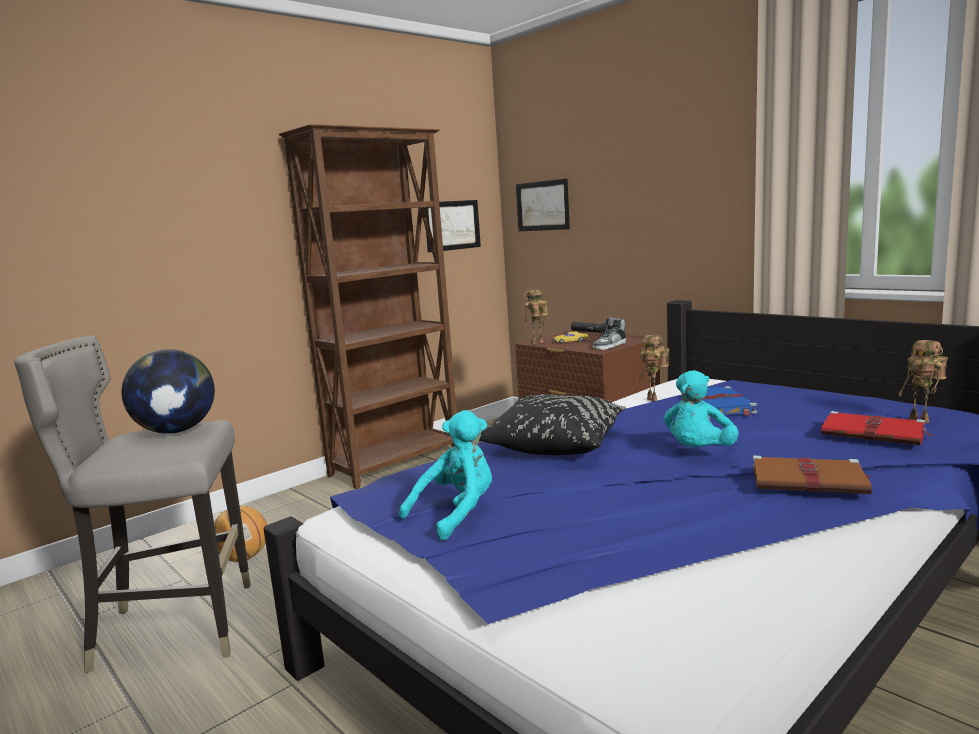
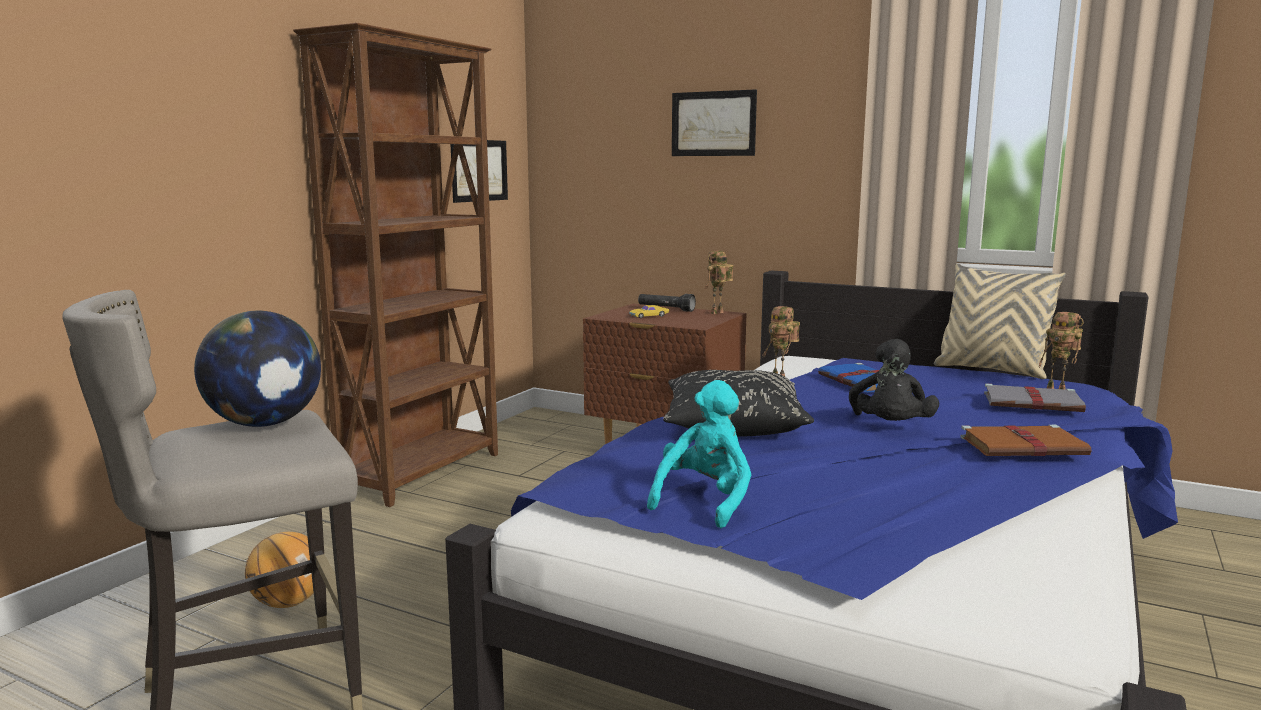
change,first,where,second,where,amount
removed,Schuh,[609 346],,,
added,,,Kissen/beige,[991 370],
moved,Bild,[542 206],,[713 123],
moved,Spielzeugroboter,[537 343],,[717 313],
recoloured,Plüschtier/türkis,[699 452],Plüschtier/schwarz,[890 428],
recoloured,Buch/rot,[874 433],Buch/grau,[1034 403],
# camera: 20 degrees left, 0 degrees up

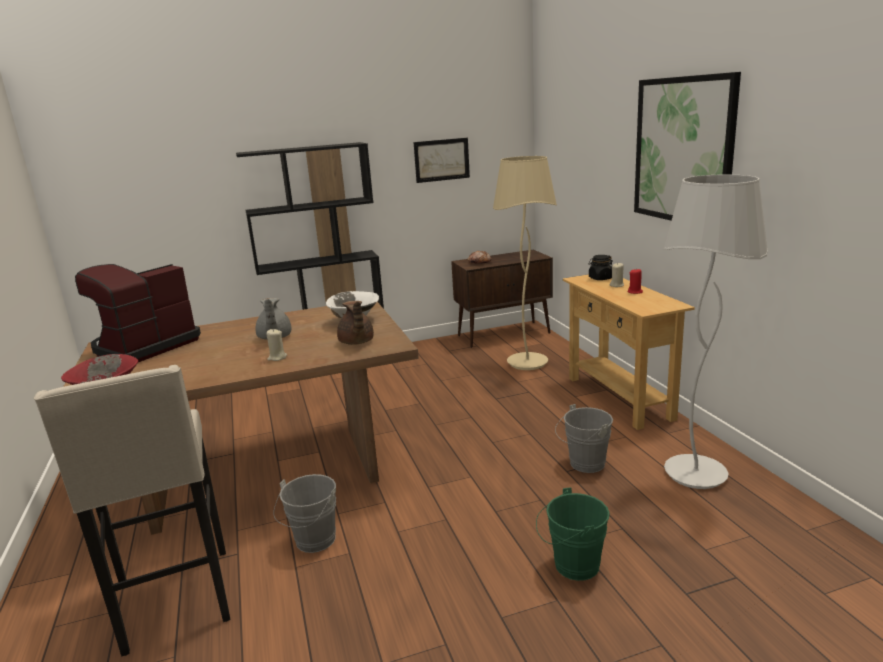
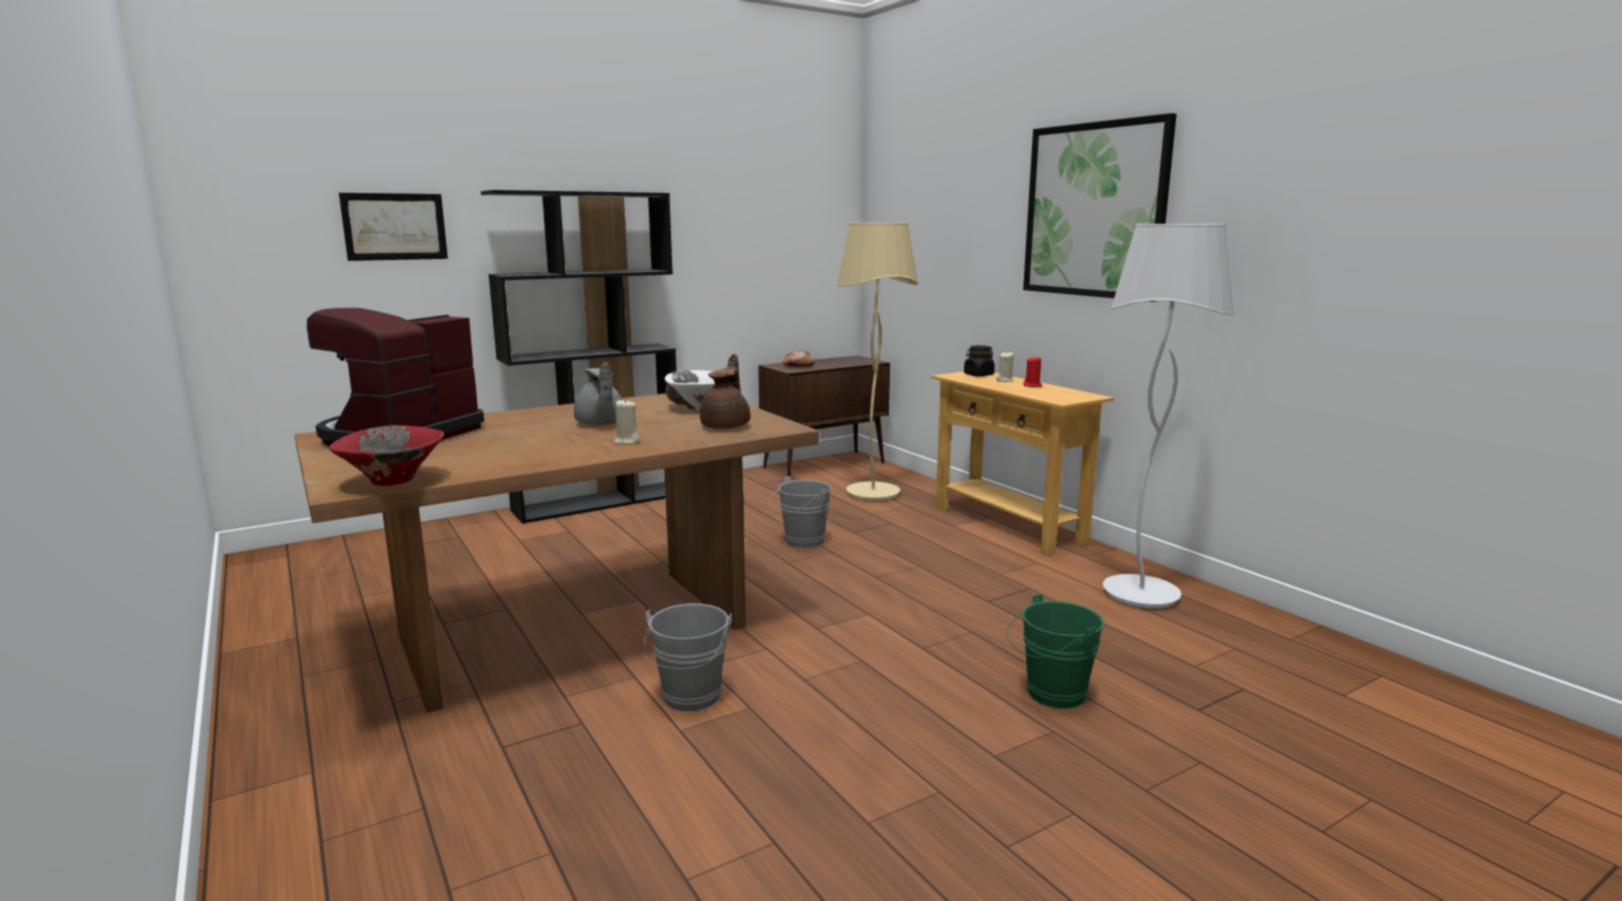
change,first,where,second,where,amount
removed,Hocker/beige,[176 602],,,
moved,Bild,[441 160],,[395 226],
moved,Eimer/grau,[584 464],,[801 542],
turned,Teekanne/braun,[356 342],,[727 426],135 degrees counterclockwise
# camera: 15 degrees left, 5 degrees down

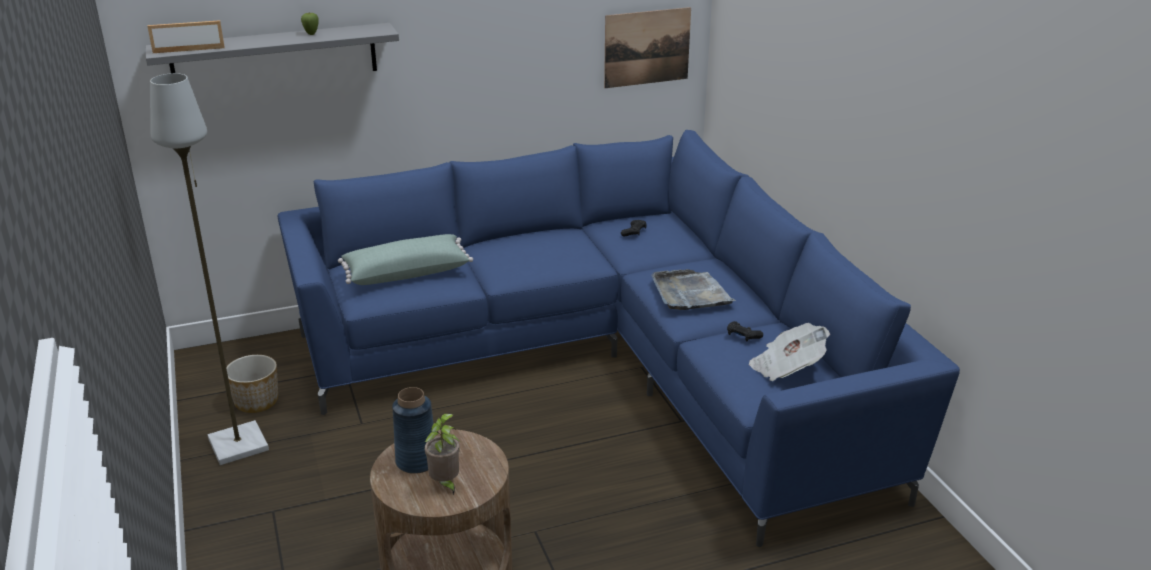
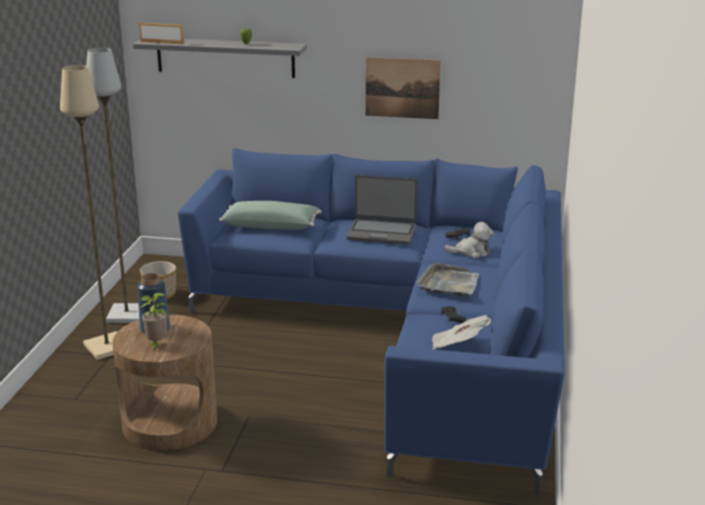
change,first,where,second,where,amount
added,,,Stehlampe/beige,[108 347],
added,,,Laptop,[381 232],
added,,,Plüschtier,[471 252],
moved,Bild,[647 47],,[402 88],
# camera: 30 degrees right, 5 degrees down

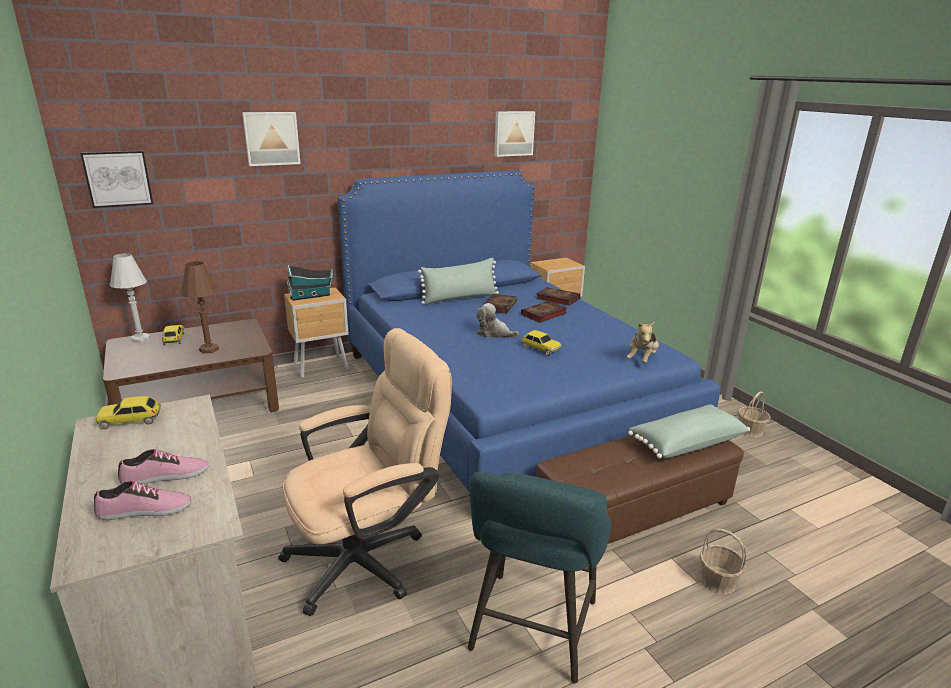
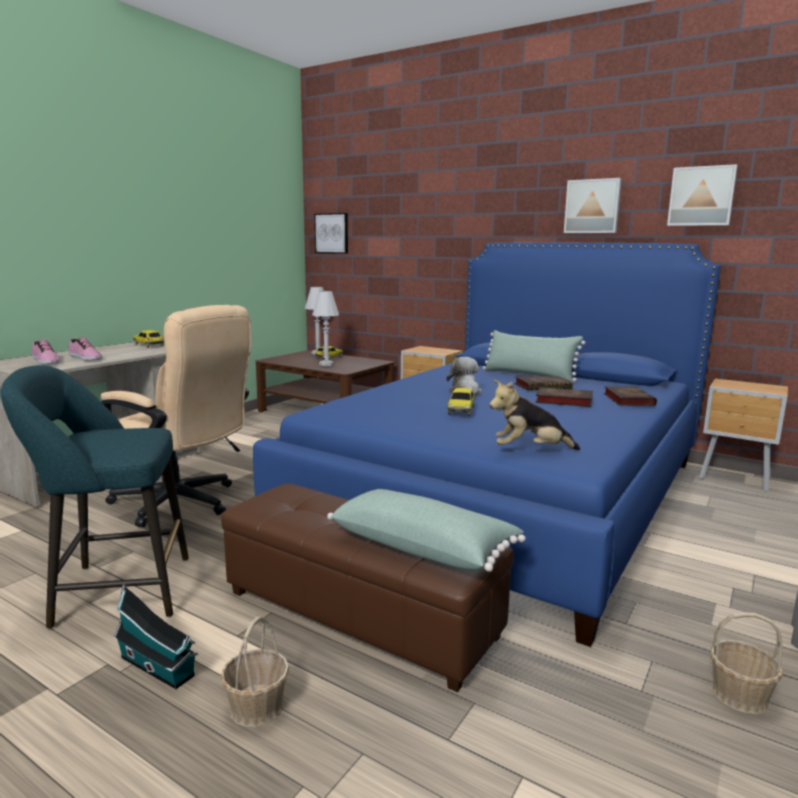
change,first,where,second,where,amount
moved,Bild,[271 138],,[592 206],
moved,Spielzeughaus,[311 296],,[159 668],
recoloured,Tischlampe/braun,[209 349],Tischlampe/weiß,[326 364],
# camera: 60 degrees right, 10 degrees down

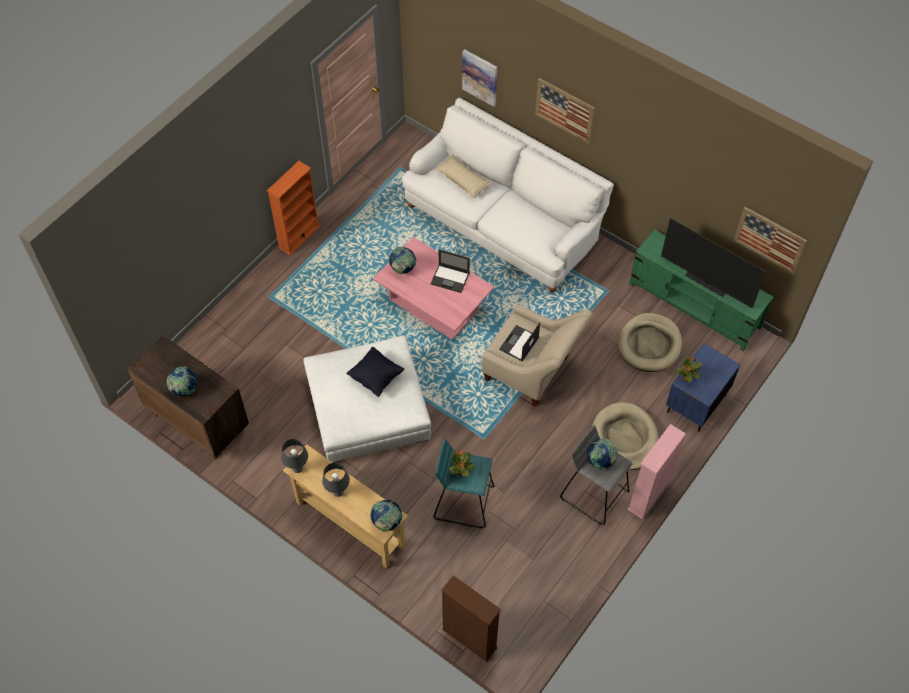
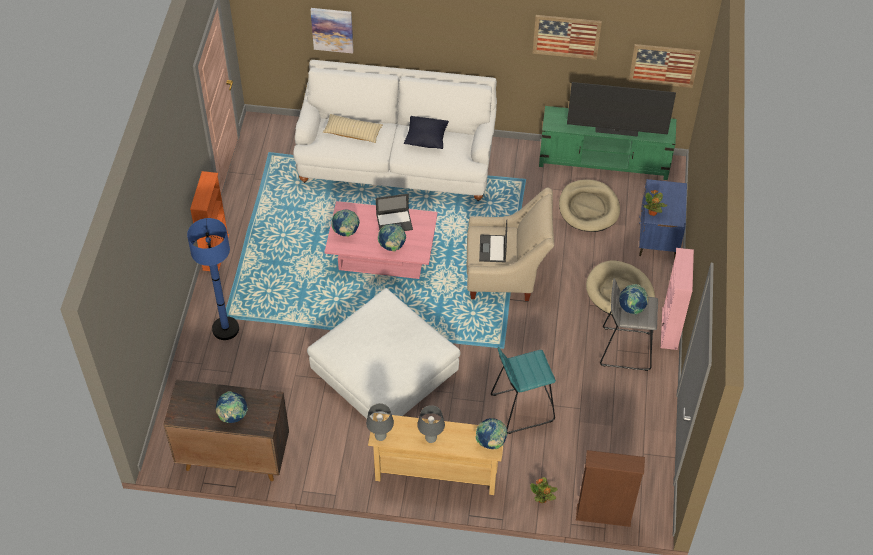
change,first,where,second,where,amount
added,,,Stehlampe/blau,[225 329],
added,,,Globus,[392 246],
moved,Kissen/schwarz,[376 377],,[426 139],
moved,Topfpflanze,[461 472],,[542 499],
moved,Bild,[564 110],,[566 36],
# camera: 30 degrees left, 5 degrees down

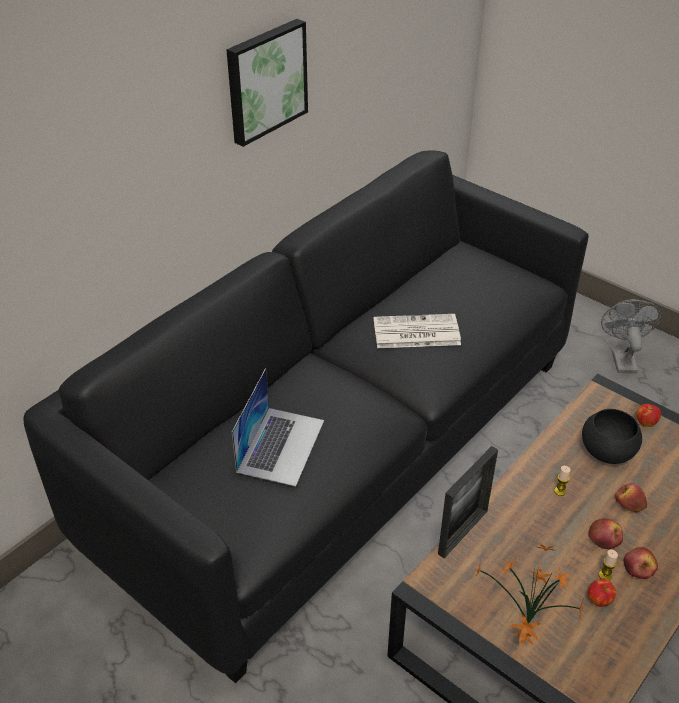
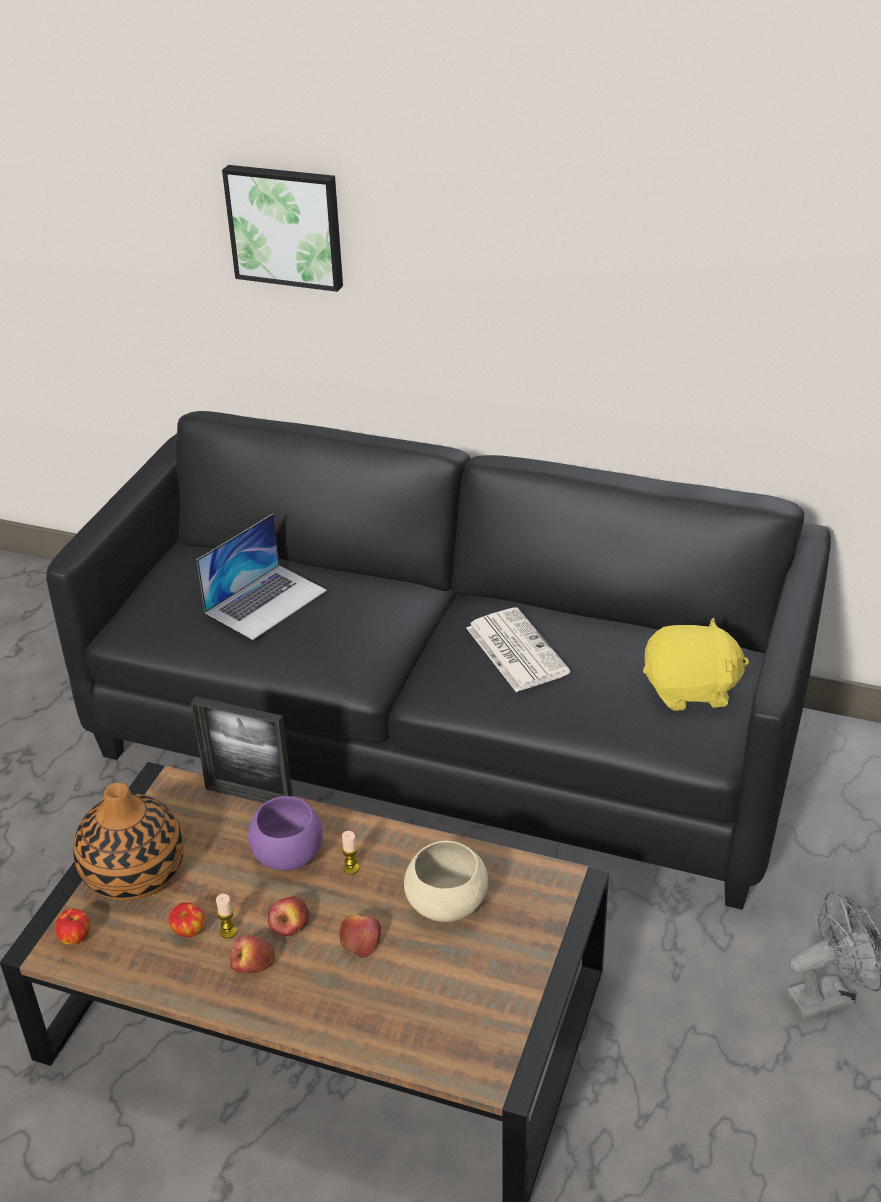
change,first,where,second,where,amount
added,,,Schüssel/lila,[287 856],
added,,,Plüschtier/gelb,[691 690],
moved,Bild,[265 81],,[286 226],
moved,Apfel,[645 422],,[76 937],
replaced,Topfpflanze,[525 625],Vase,[134 873],
recoloured,Schüssel/schwarz,[606 452],Schüssel/beige,[446 903],
turned,Laptop,[281 445],,[266 601],45 degrees counterclockwise
# camera: 70 degrees right, 5 degrees down

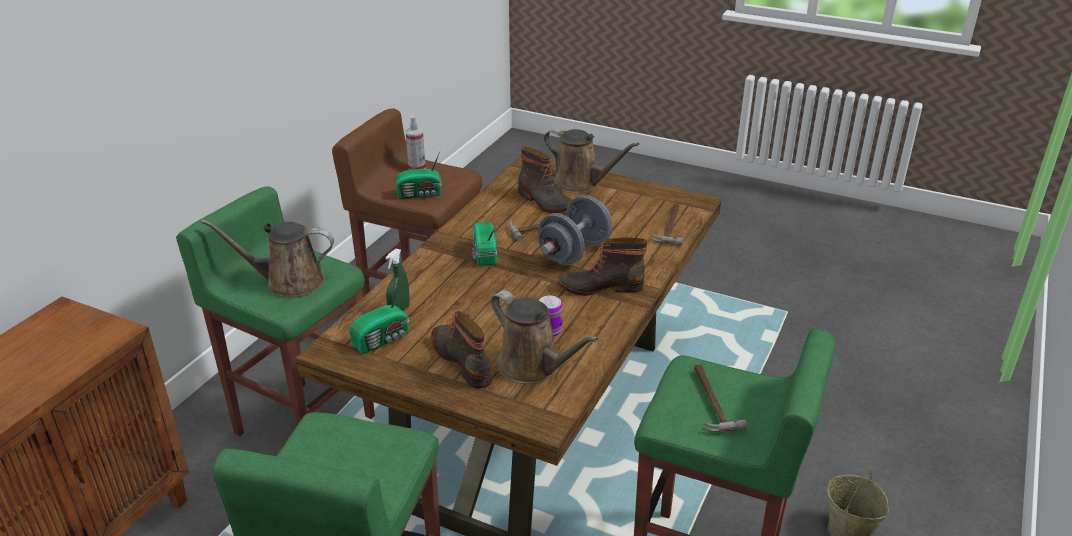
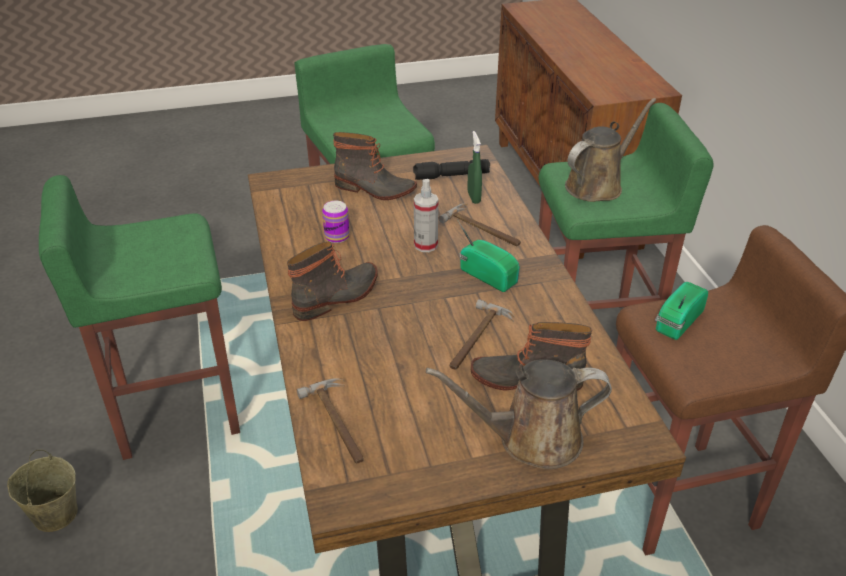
change,first,where,second,where,amount
removed,Gießkanne/braun,[533 366],,,
removed,Hantel/grau,[574 252],,,
moved,Sprühflasche,[417 168],,[425 245],
moved,Hammer,[710 400],,[483 229],
replaced,Radio,[383 339],Taschenlampe/schwarz,[451 176],
# camera: 140 degrees right, 5 degrees up

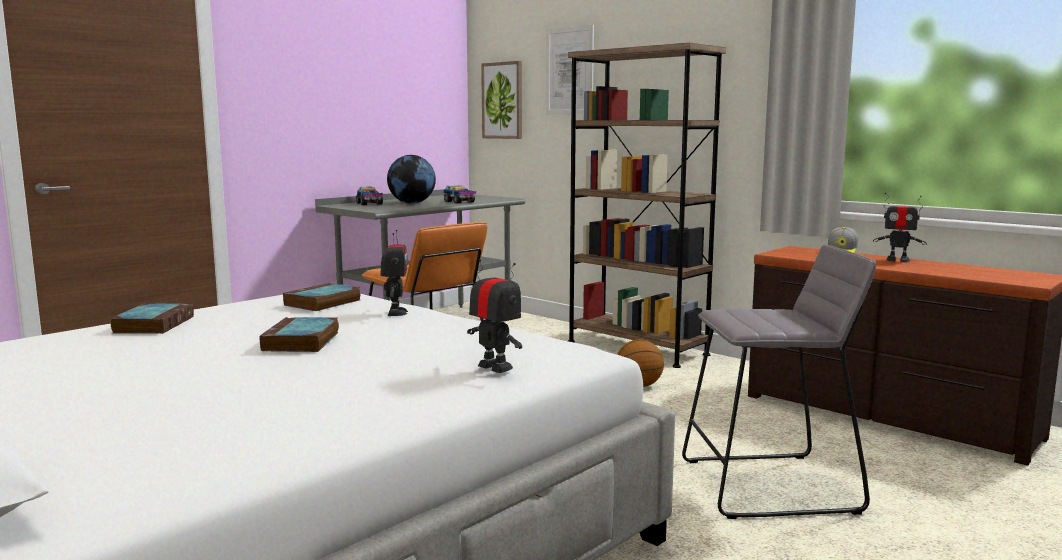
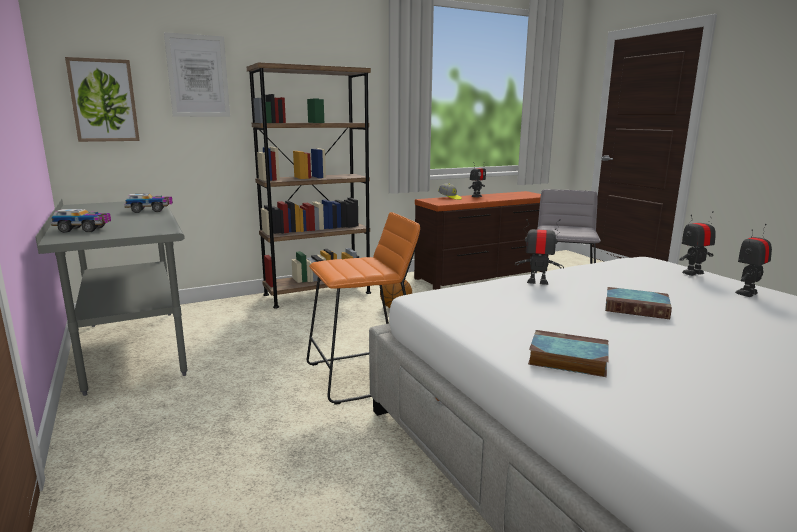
change,first,where,second,where,amount
removed,Buch,[322 303],,,
removed,Globus,[412 203],,,
added,,,Spielzeugroboter,[747 293],
# camera: 70 degrees left, 5 degrees up

